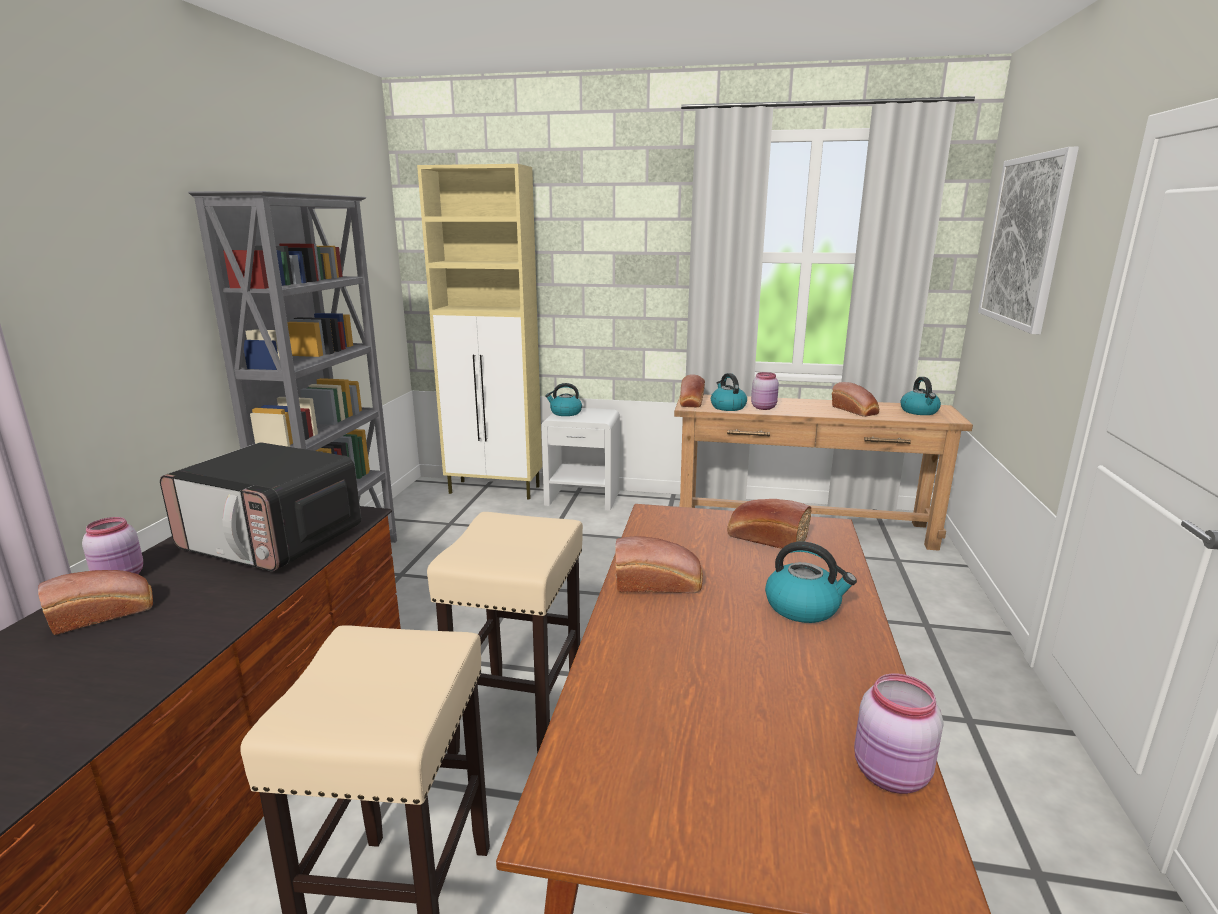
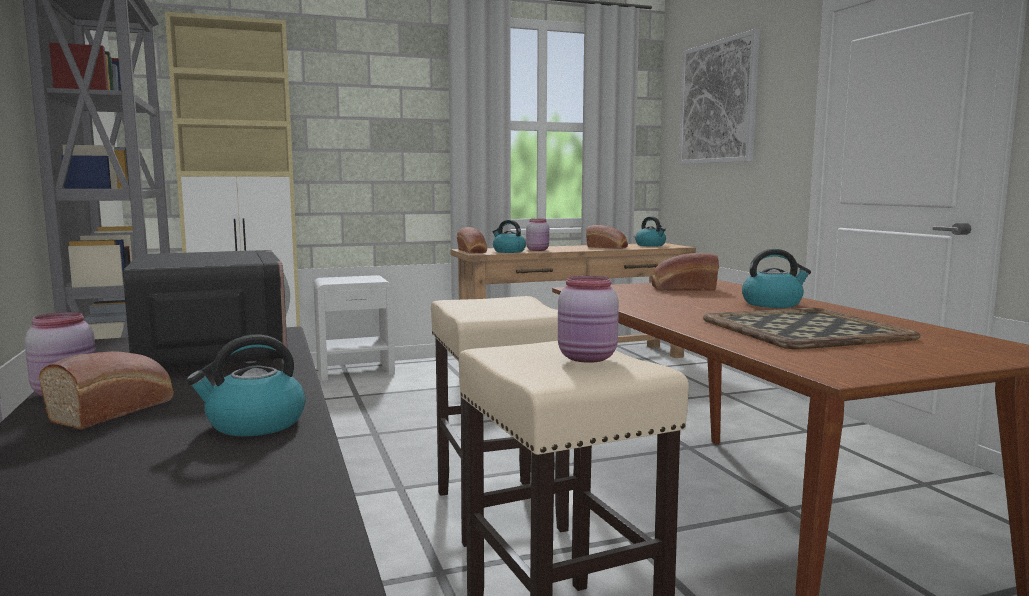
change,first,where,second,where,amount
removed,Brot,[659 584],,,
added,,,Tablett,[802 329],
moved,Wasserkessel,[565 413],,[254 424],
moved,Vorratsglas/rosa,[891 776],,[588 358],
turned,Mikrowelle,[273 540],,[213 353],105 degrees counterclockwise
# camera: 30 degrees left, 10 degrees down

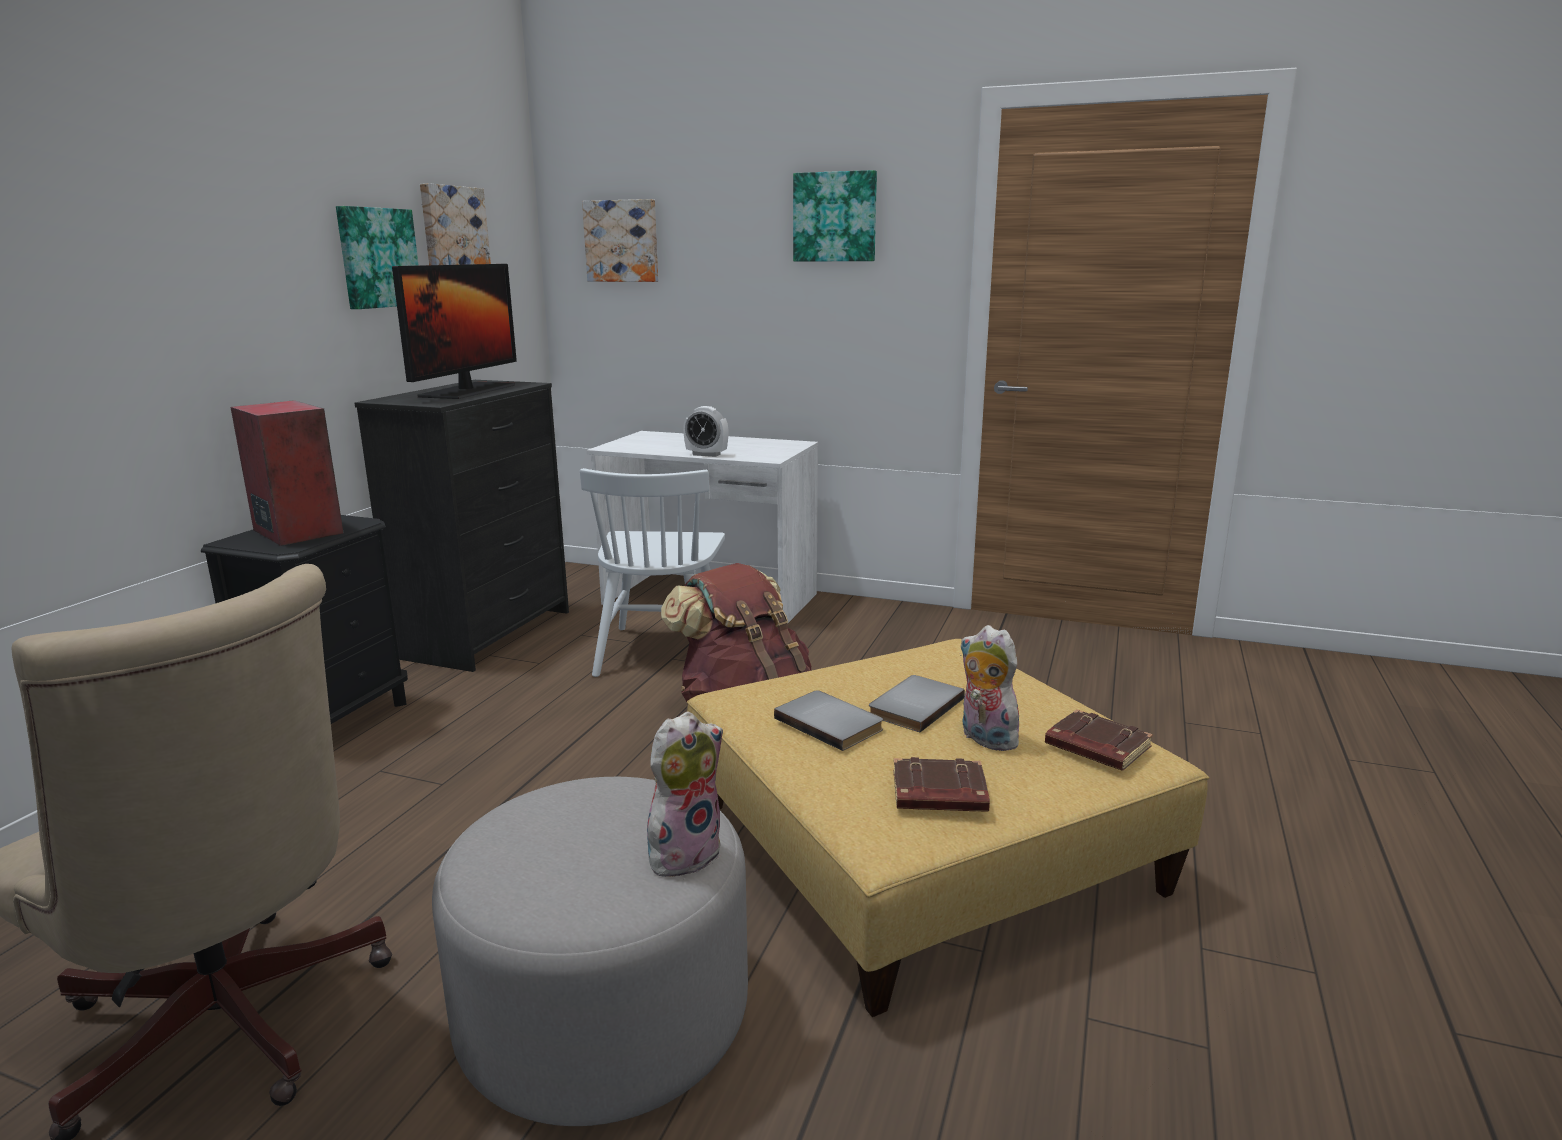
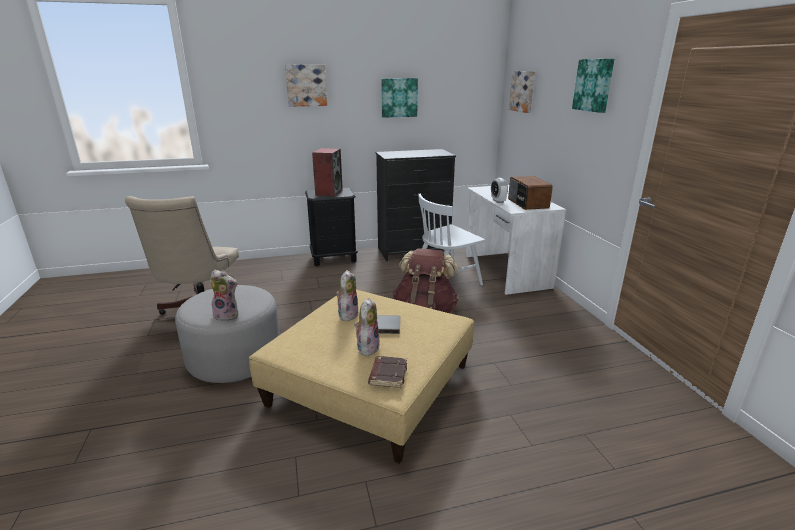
change,first,where,second,where,amount
removed,Monitor,[468 391],,,
removed,Buch/braun,[938 794],,,
added,,,Radio,[527 203],
moved,Bild,[453 232],,[306 85],
replaced,Buch/grau,[831 722],Plüschtier,[347 314],
# camera: 55 degrees right, 5 degrees up

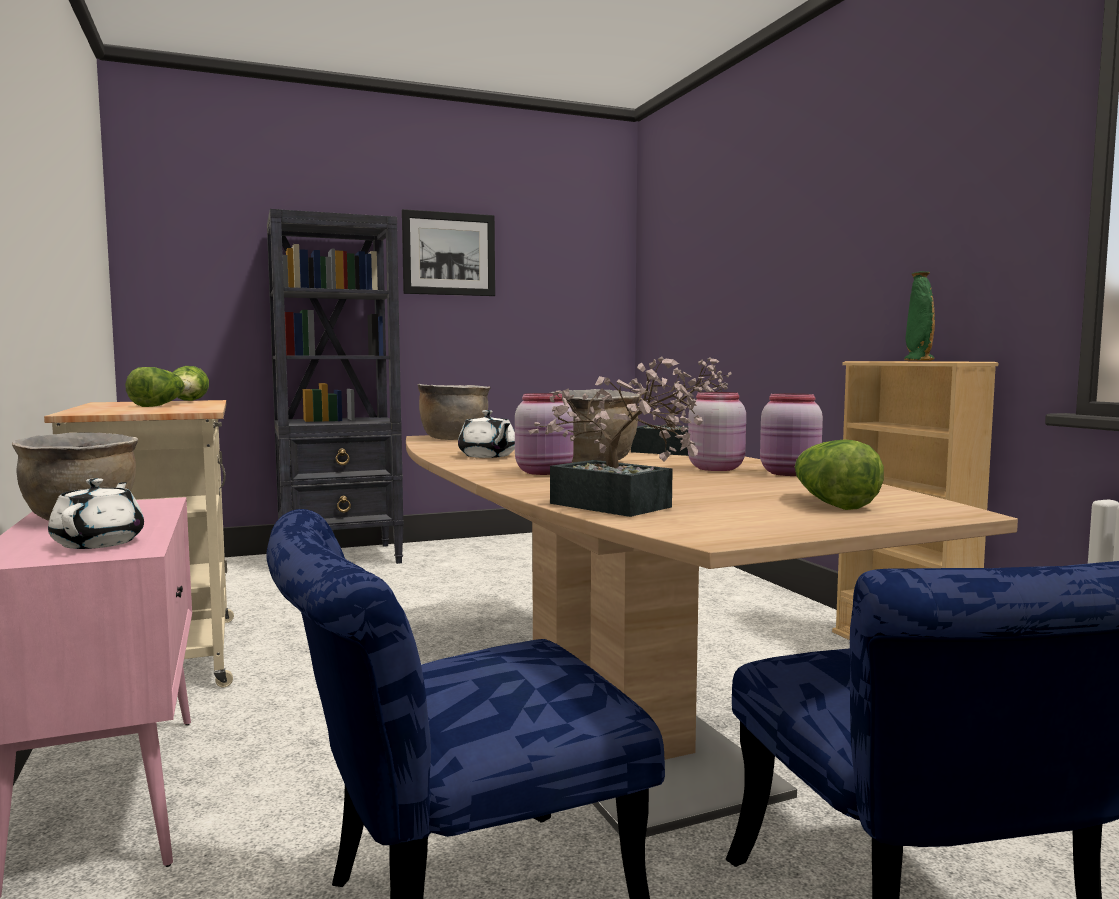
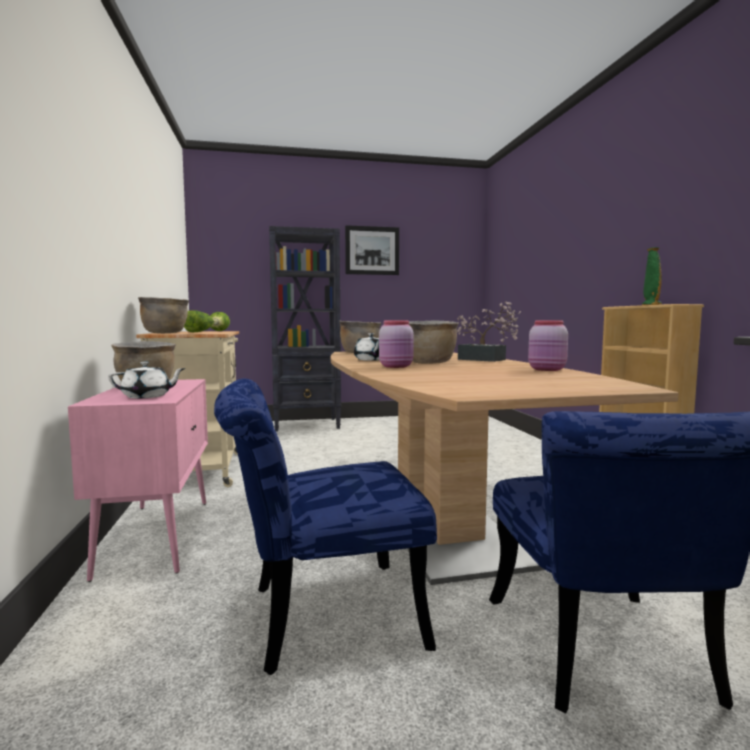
change,first,where,second,where,amount
removed,Topfpflanze,[620 507],,,
removed,Vorratsglas/rosa,[716 468],,,
removed,Salatkopf,[831 503],,,
added,,,Kochtopf/braun,[165 333],
turned,Teekanne/weiß,[100 543],,[147 396],75 degrees clockwise
# camera: 10 degrees right, 0 degrees up

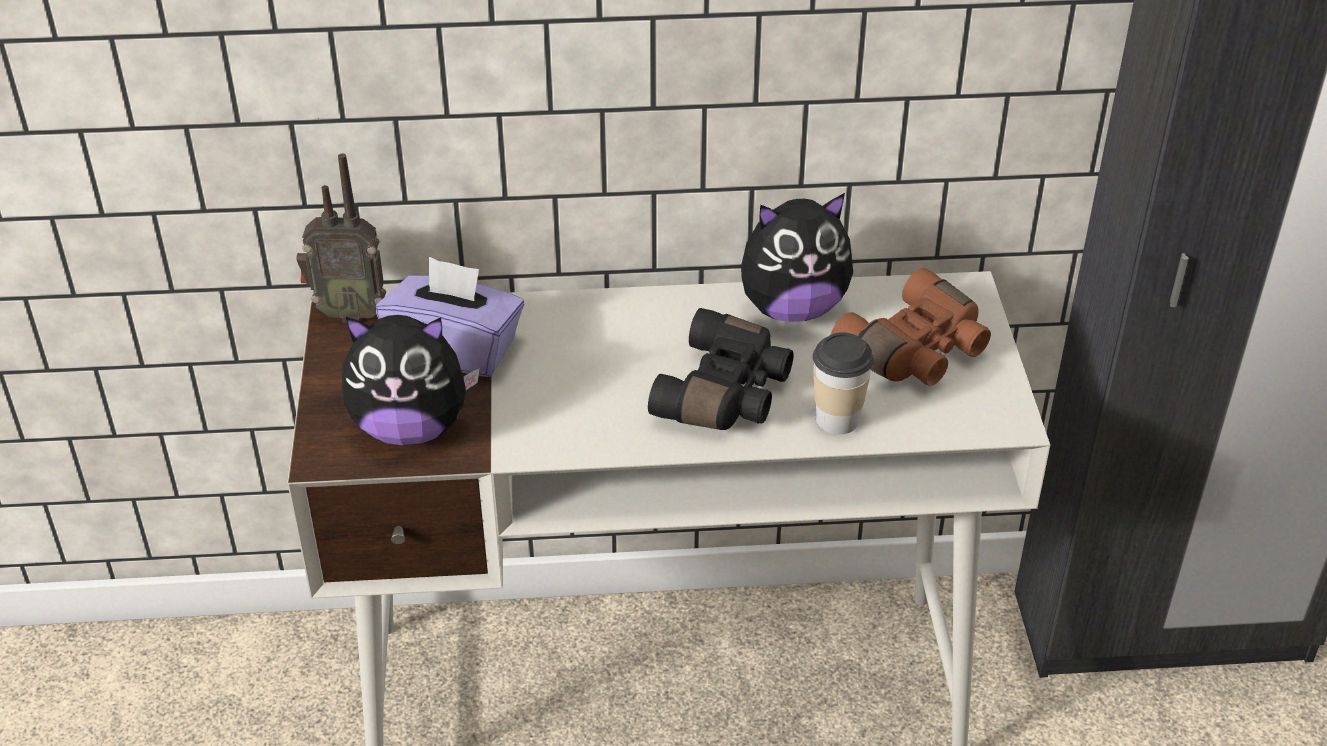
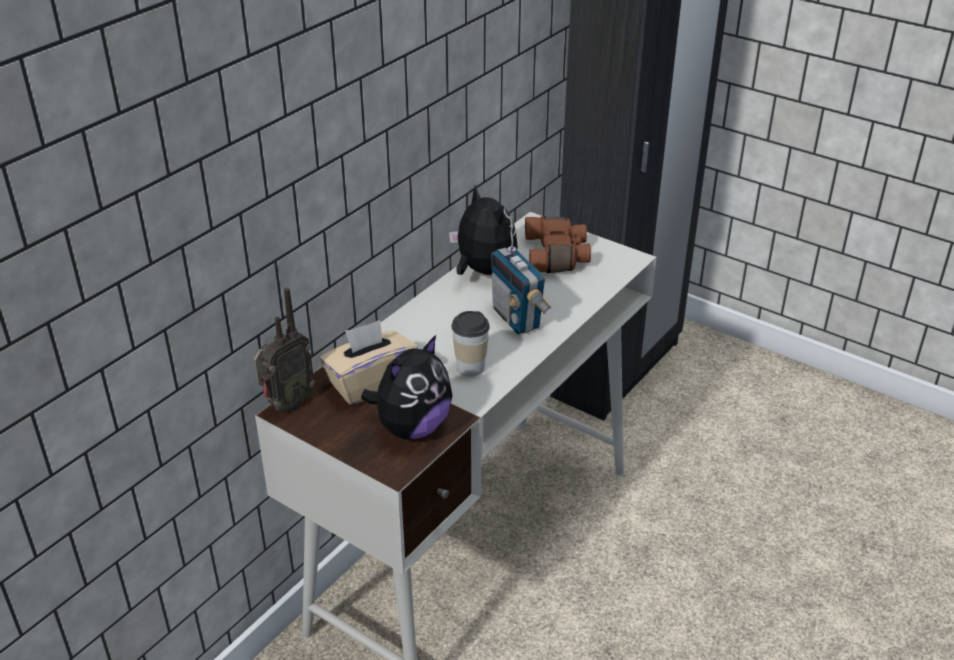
change,first,where,second,where,amount
moved,Tasse,[837 419],,[470 367],
replaced,Fernglas/schwarz,[726 393],Radio,[517 319],
recoloured,Taschentuchbox/lila,[456 349],Taschentuchbox/beige,[370 383],
turned,Plüschtier,[792 308],,[483 271],60 degrees counterclockwise
# camera: 50 degrees left, 5 degrees down

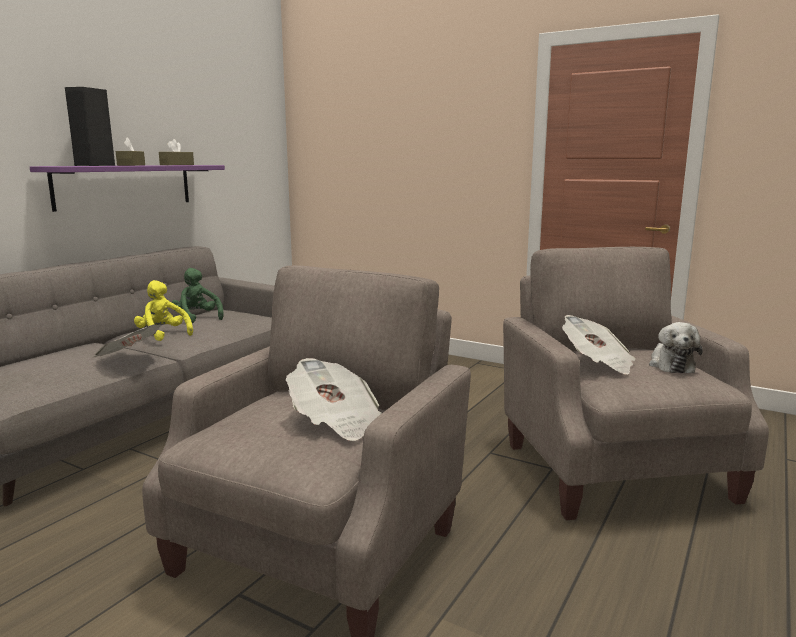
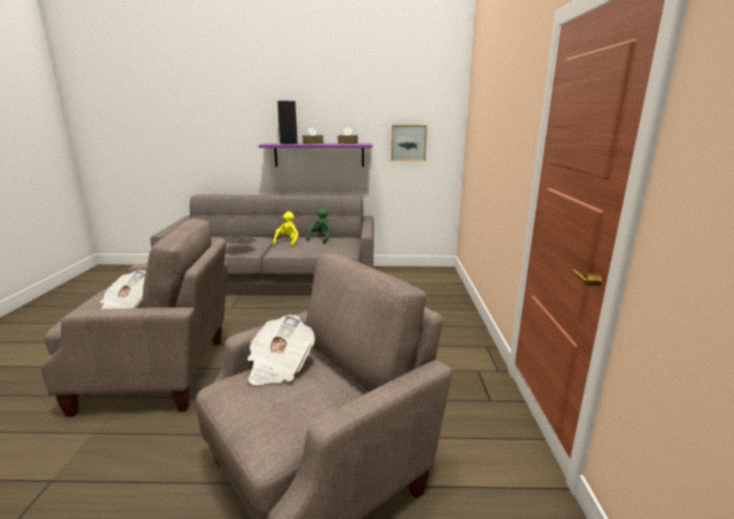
change,first,where,second,where,amount
removed,Plüschtier,[671 365],,,
added,,,Bild,[408 143],
# camera: 60 degrees right, 5 degrees up

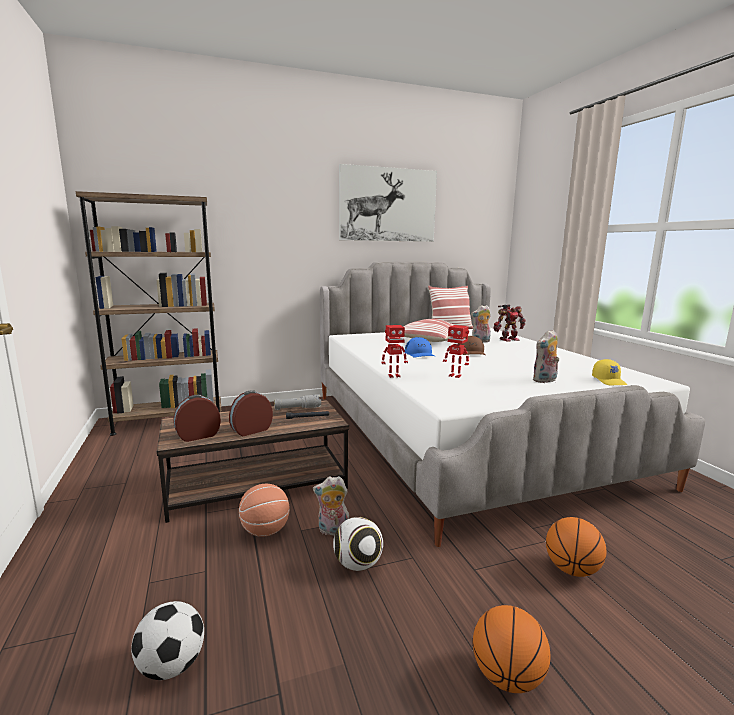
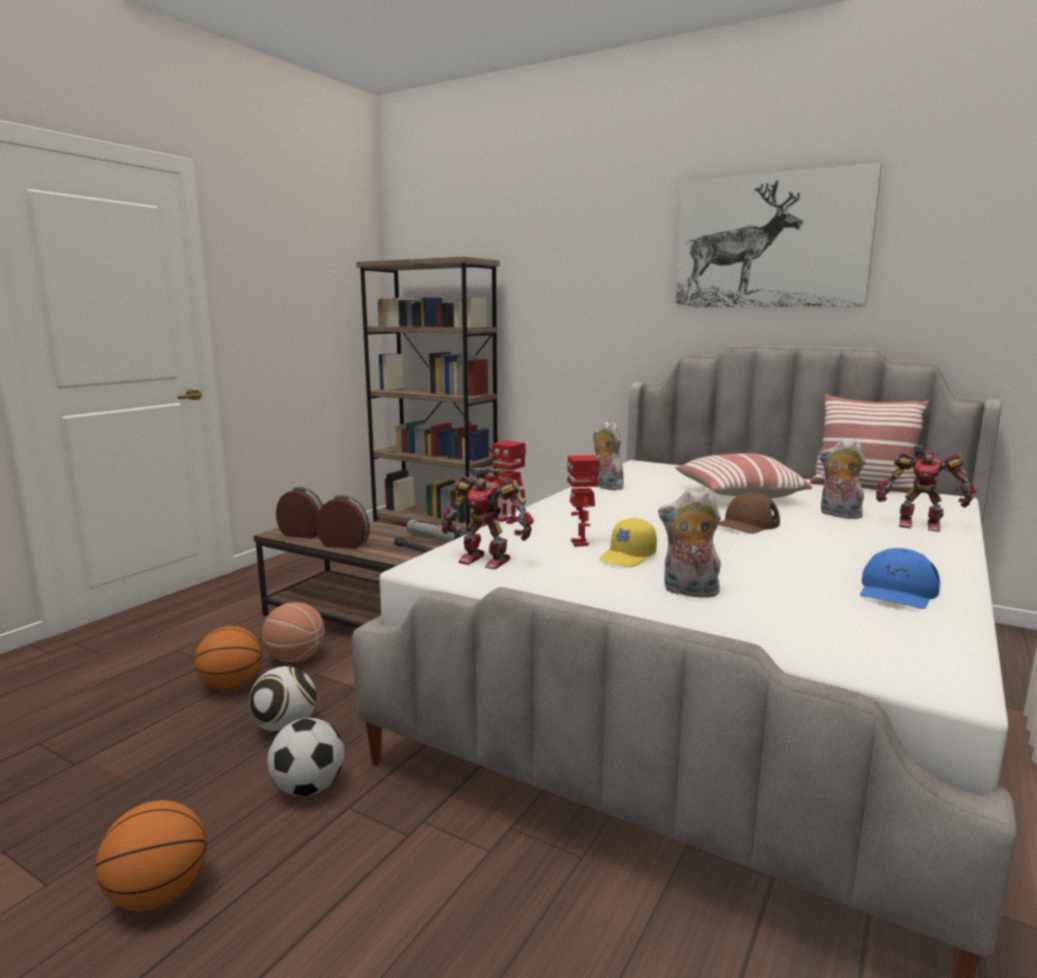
change,first,where,second,where,amount
added,,,Spielzeugroboter,[486 560],
moved,Fußball,[172 666],,[308 788],
moved,Plüschtier,[332 531],,[605 487],
moved,Kappe/blau,[420 354],,[897 591],
moved,Basketball,[572 569],,[231 686],
moved,Kappe/gelb,[609 381],,[628 557],
# camera: 50 degrees right, 0 degrees up

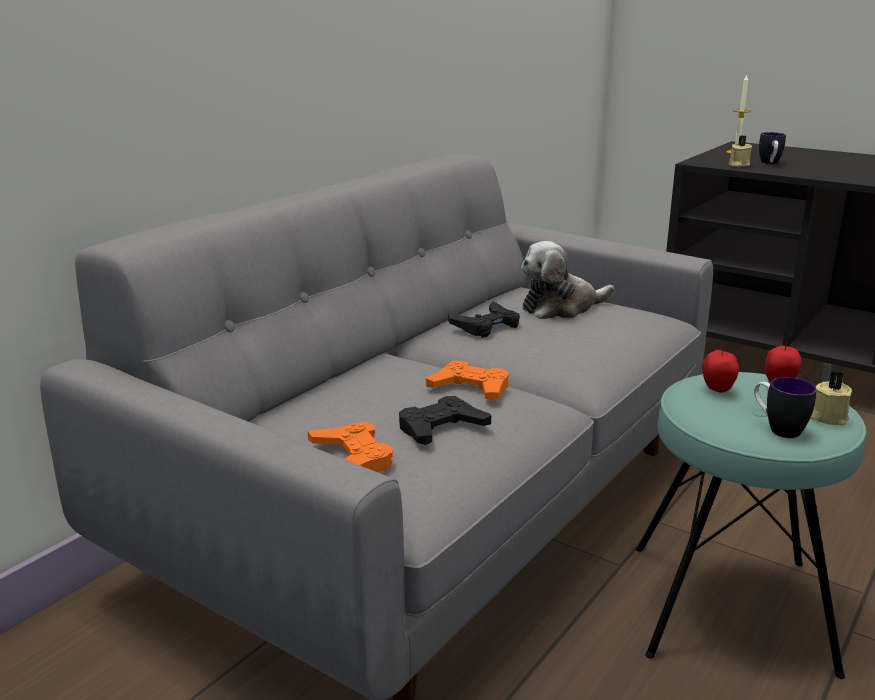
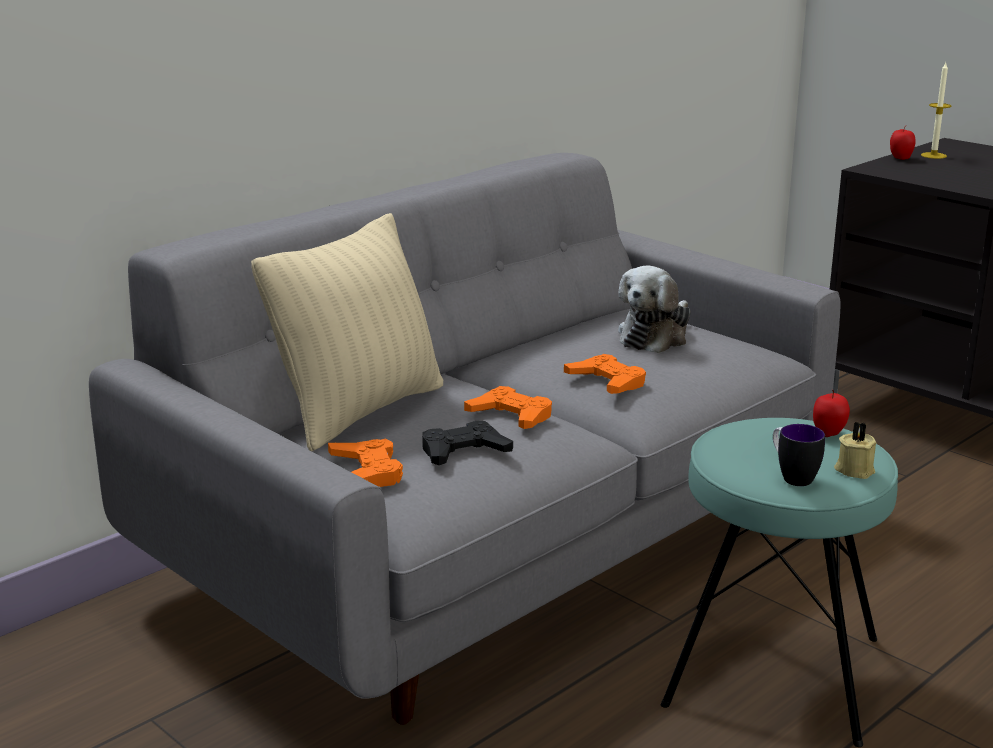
change,first,where,second,where,amount
removed,Gamepad/schwarz,[486 326],,,
removed,Kerze/beige,[738 165],,,
removed,Henkelbecher,[770 163],,,
added,,,Kissen/beige,[359 411],
added,,,Gamepad/orange,[607 382],
moved,Apfel,[717 389],,[900 158],
turned,Plüschtier,[561 308],,[655 336],45 degrees counterclockwise
# camera: 10 degrees right, 0 degrees up

